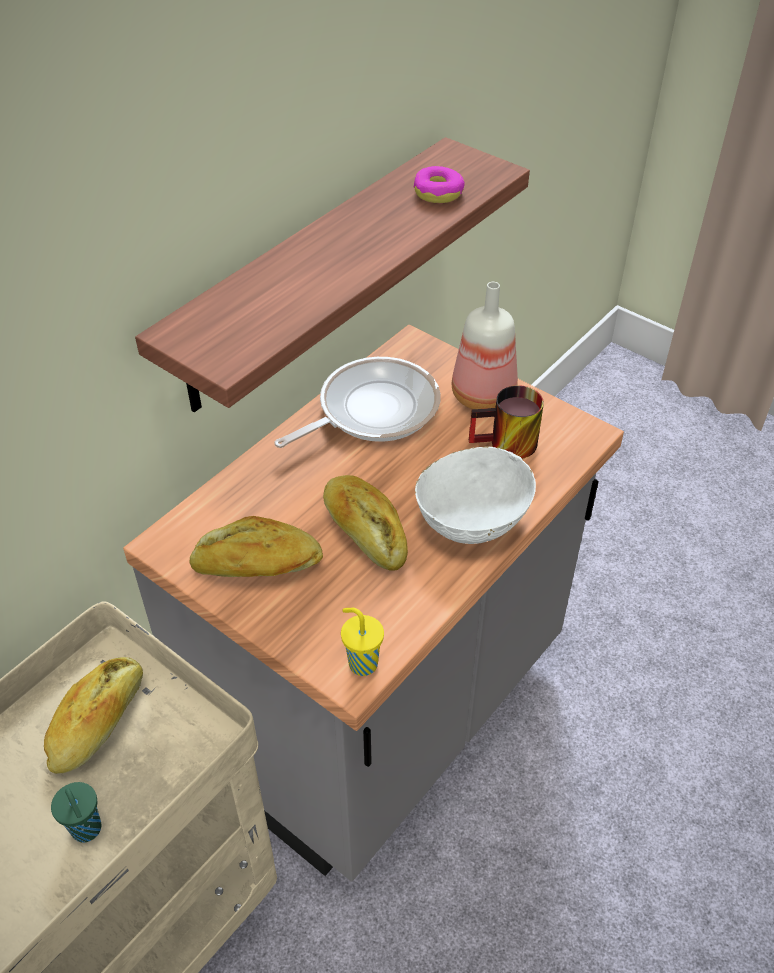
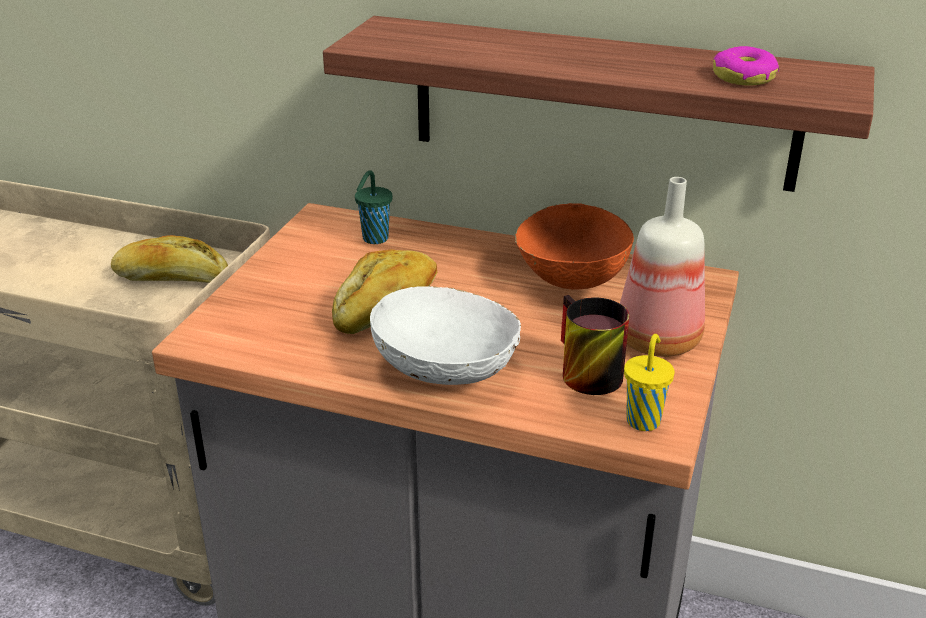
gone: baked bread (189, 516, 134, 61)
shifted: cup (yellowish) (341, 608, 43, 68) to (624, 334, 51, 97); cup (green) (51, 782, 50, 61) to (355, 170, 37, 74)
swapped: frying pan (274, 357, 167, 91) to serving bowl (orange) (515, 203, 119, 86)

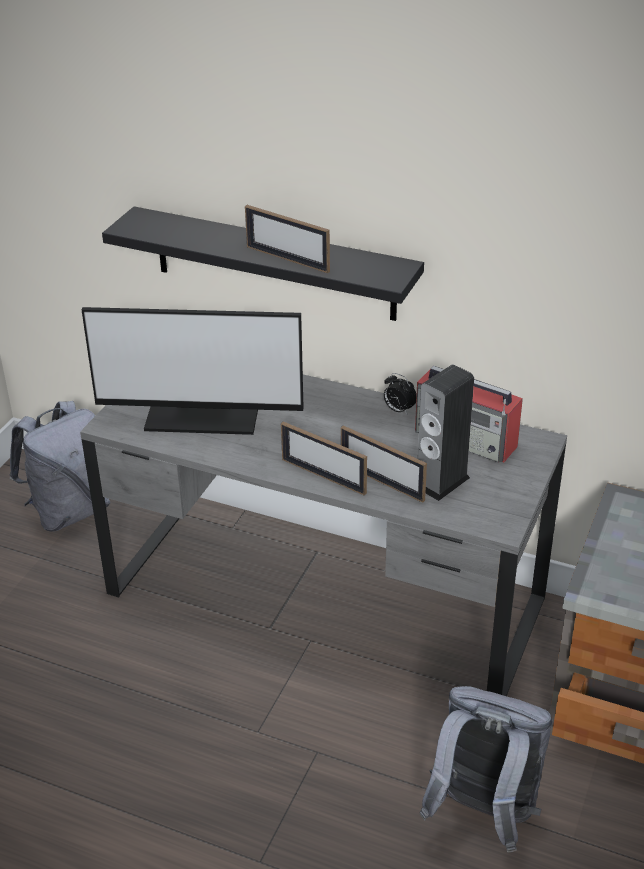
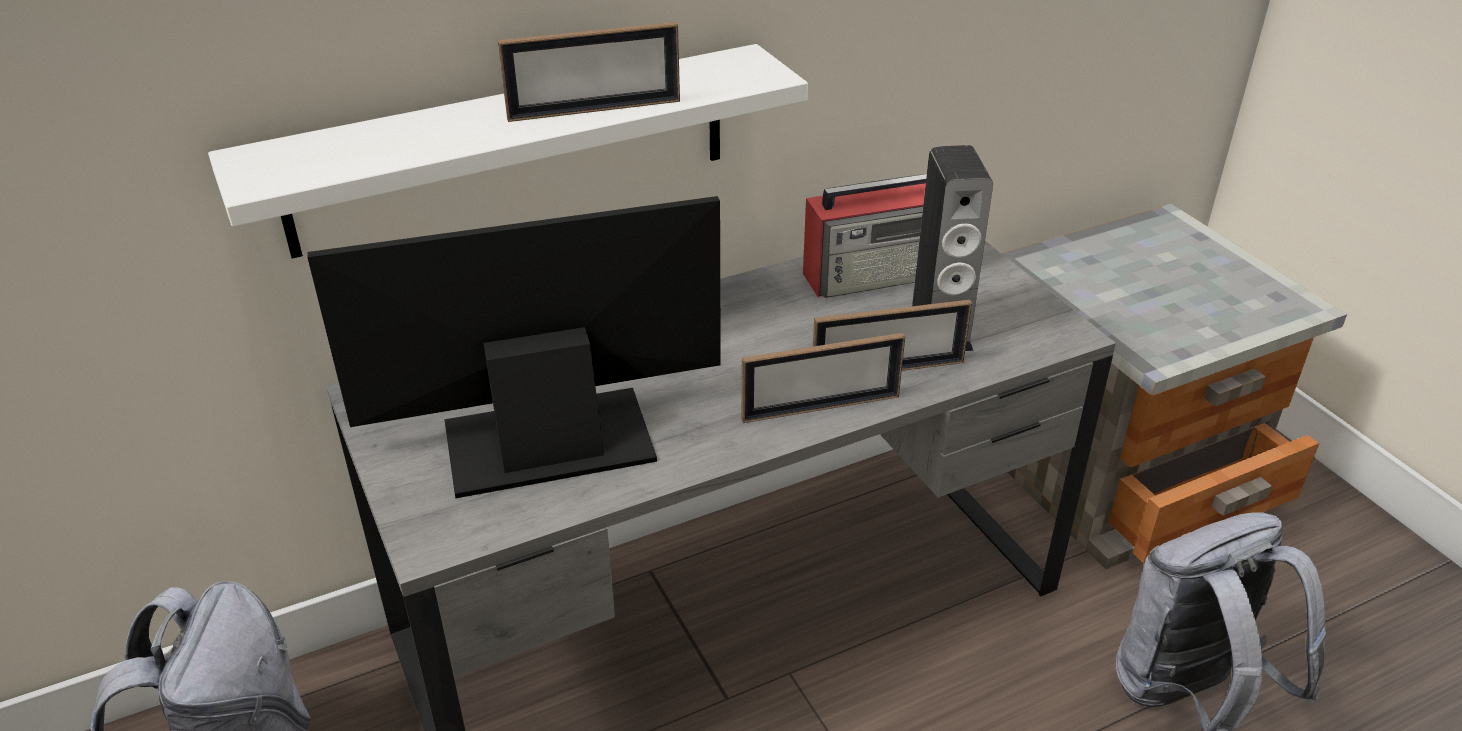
gone: bedside clock (383, 373, 34, 42)
repainted: wall shelf (black) (102, 206, 322, 115) to wall shelf (white-coloured) (208, 44, 600, 215)
rotated: monitor (82, 307, 222, 128) = (307, 196, 414, 302) 150 degrees counterclockwise

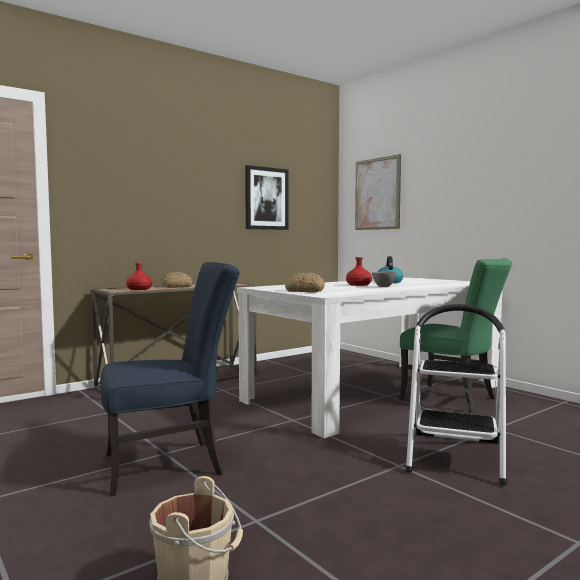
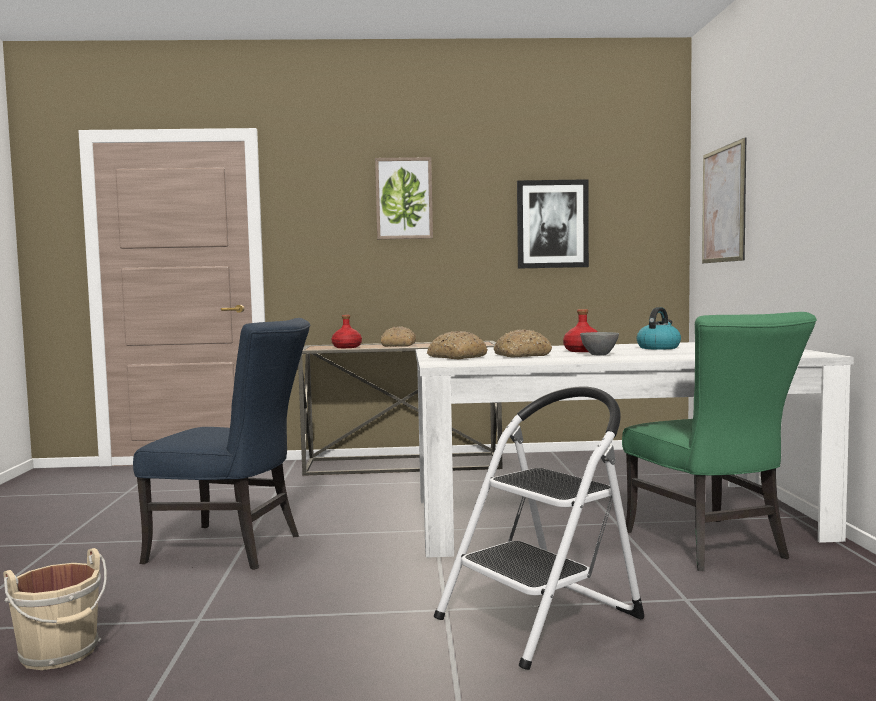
new: picture (375, 157, 58, 82); baked bread (494, 329, 58, 29)

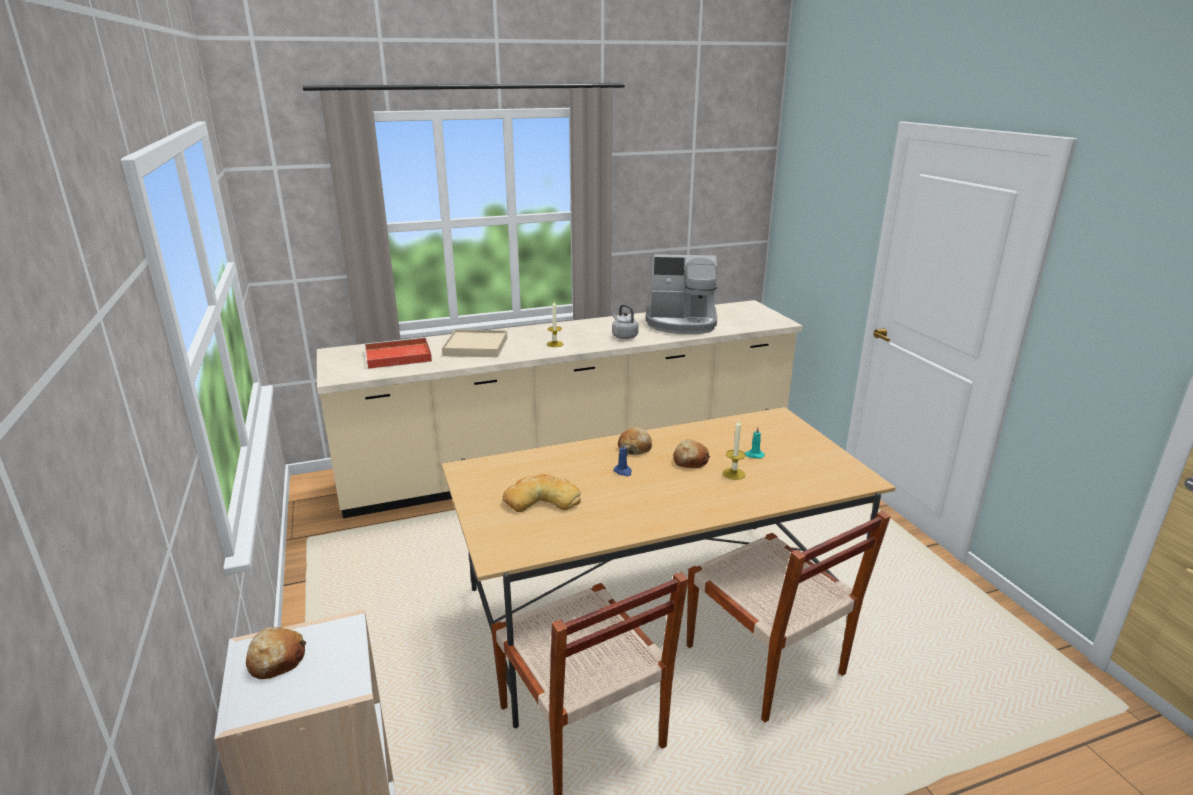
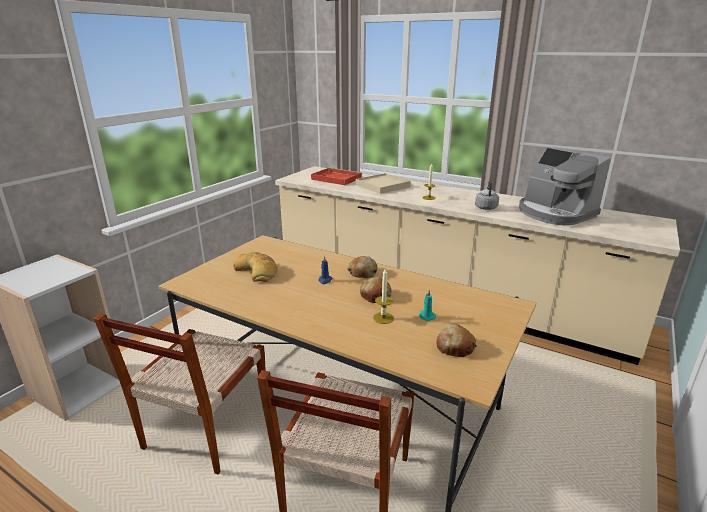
shifted: baked bread (246, 627, 60, 52) to (436, 324, 41, 33)

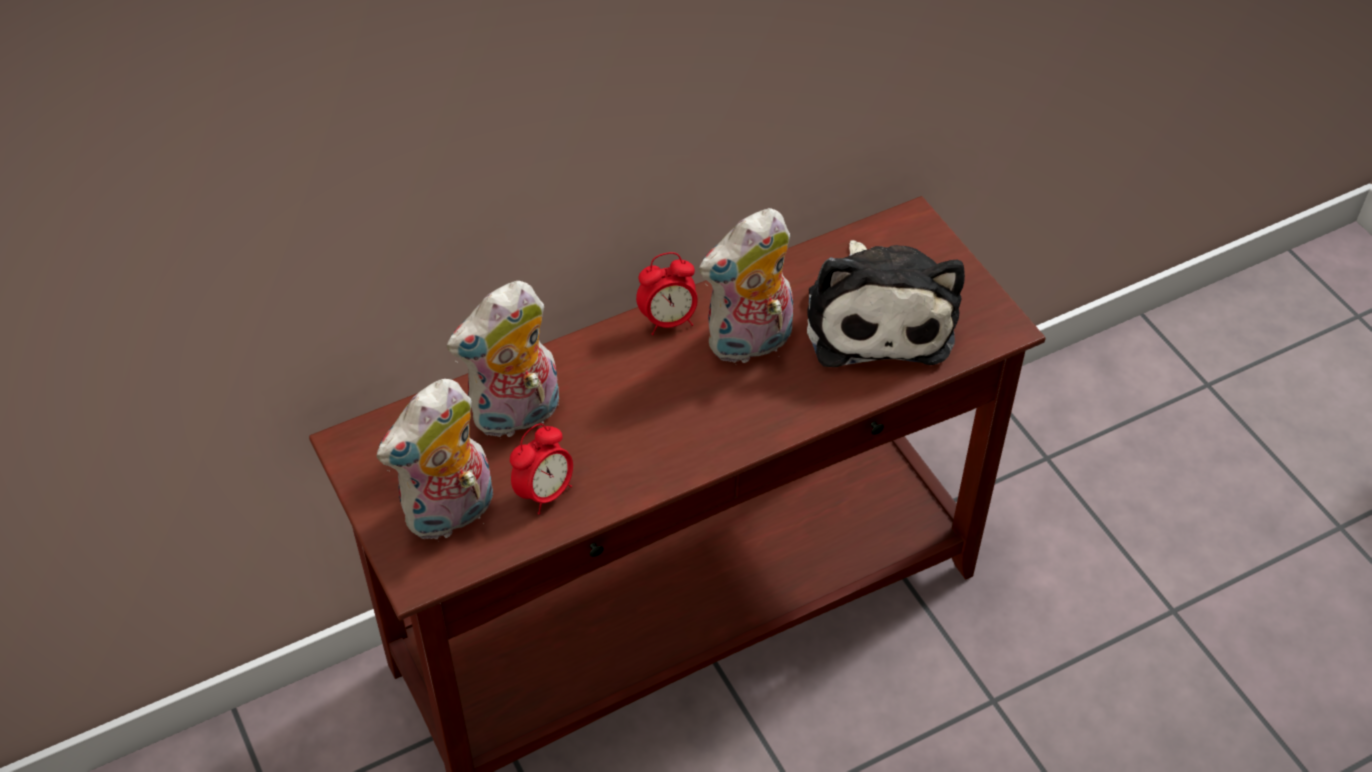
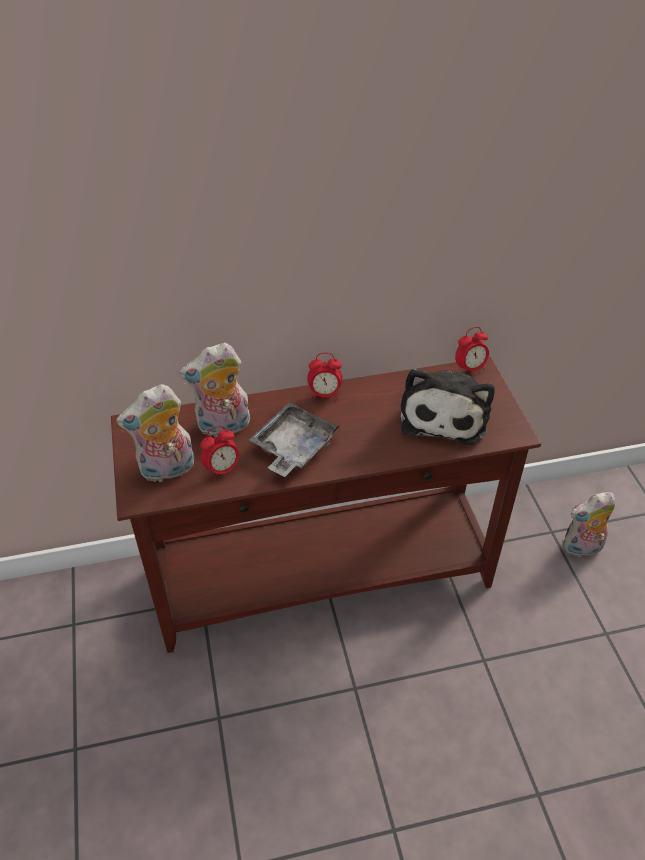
new: bedside clock (455, 327, 34, 47); tray (grey) (249, 402, 91, 75)
shifted: plush toy (699, 208, 94, 155) to (563, 492, 52, 66)

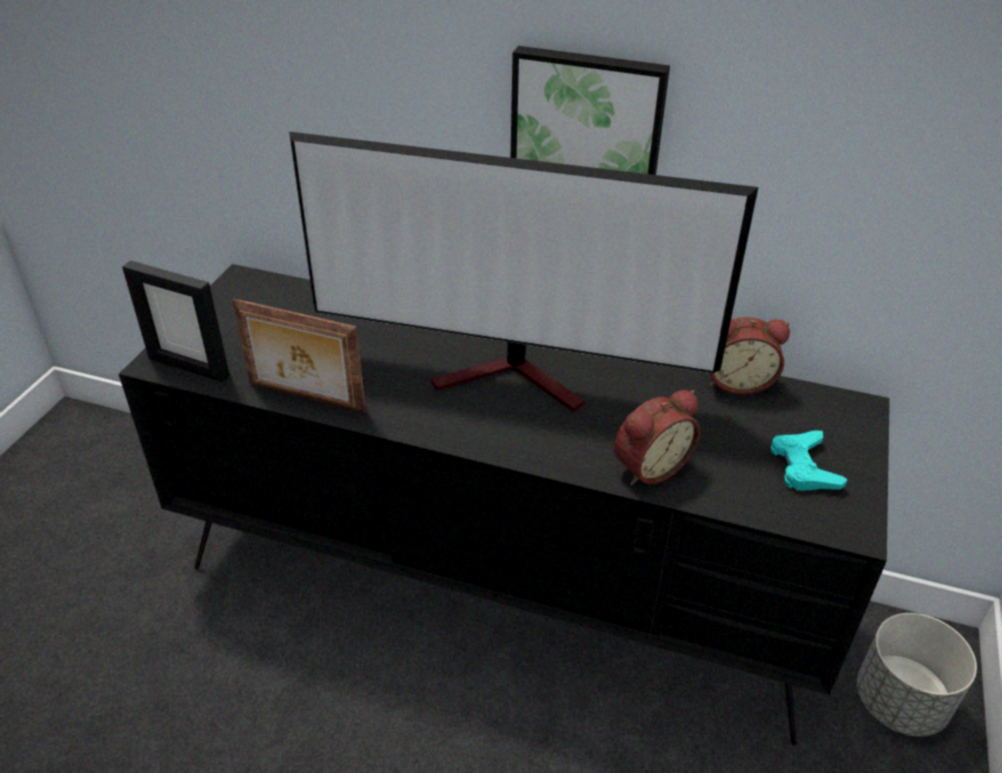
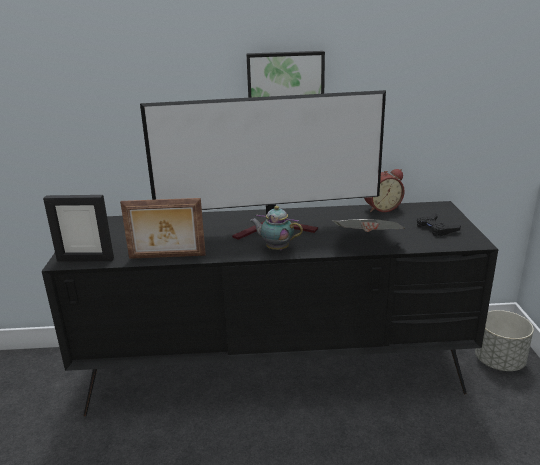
new: teapot (250, 206, 53, 44)
swapped: bedside clock (614, 390, 86, 95) to newspaper (333, 219, 72, 13)
repainted: game controller (turquoise) (771, 430, 77, 61) to game controller (black) (417, 213, 44, 23)

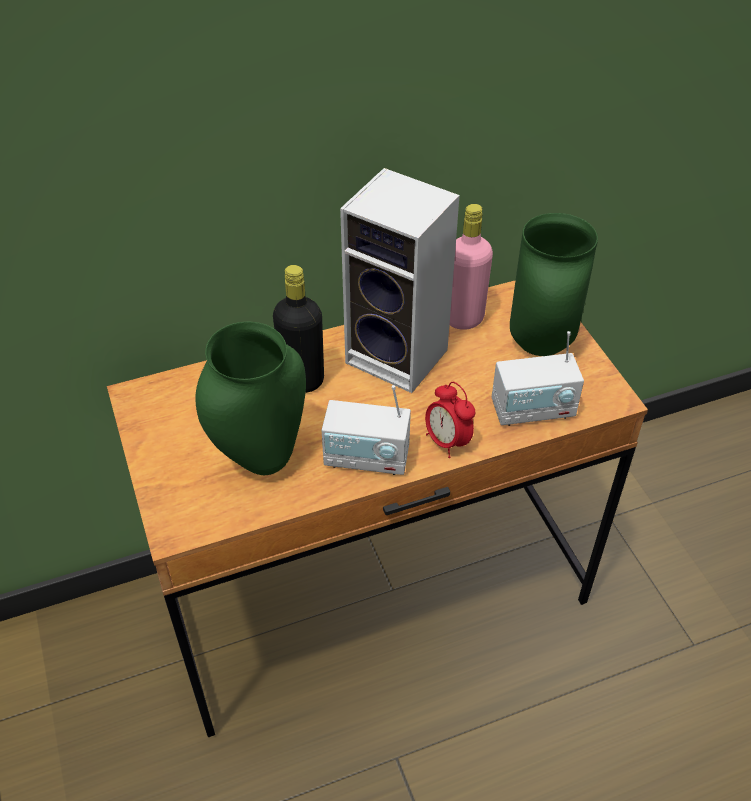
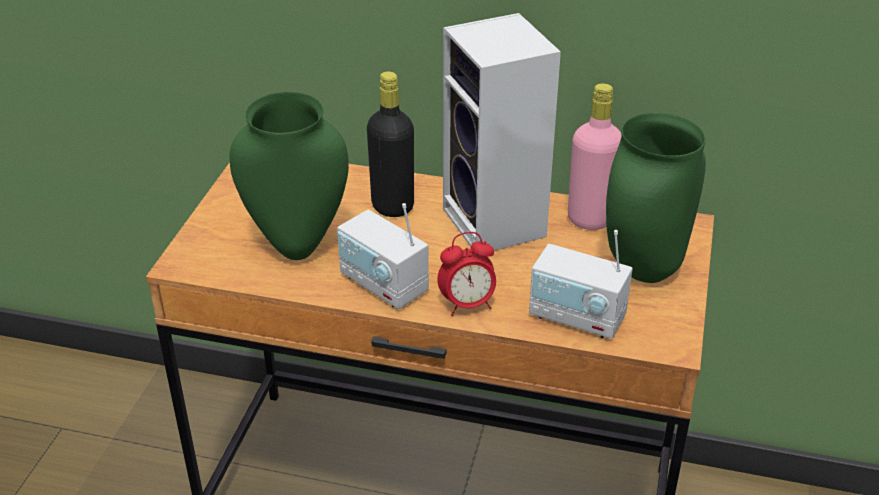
rotated: bedside clock (425, 382, 51, 76) = (437, 232, 59, 84) 105 degrees counterclockwise

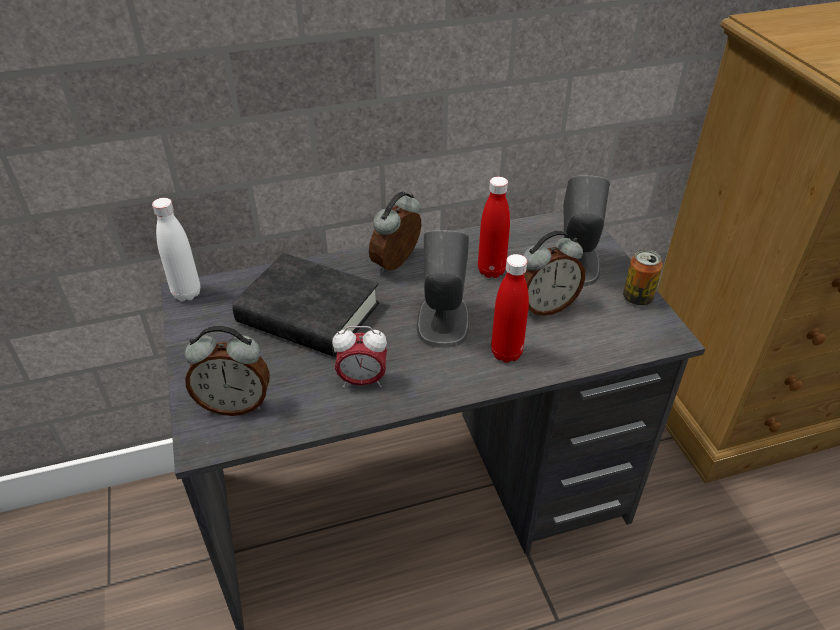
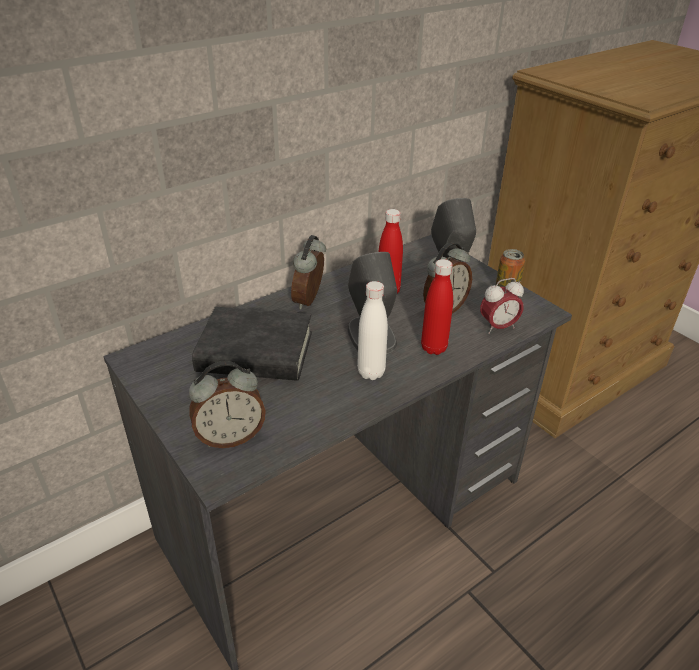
shifted: beverage bottle (white-coloured) (152, 198, 48, 103) to (357, 281, 31, 99); bedside clock (332, 326, 55, 61) to (480, 278, 44, 56)

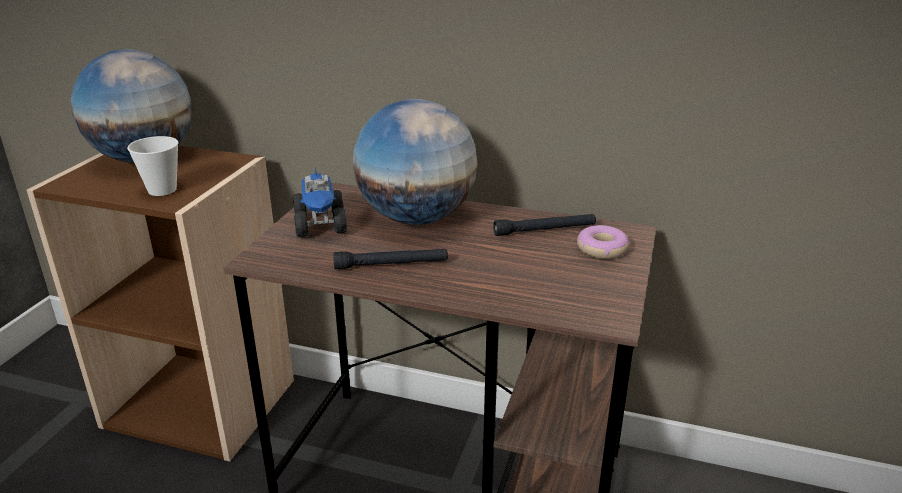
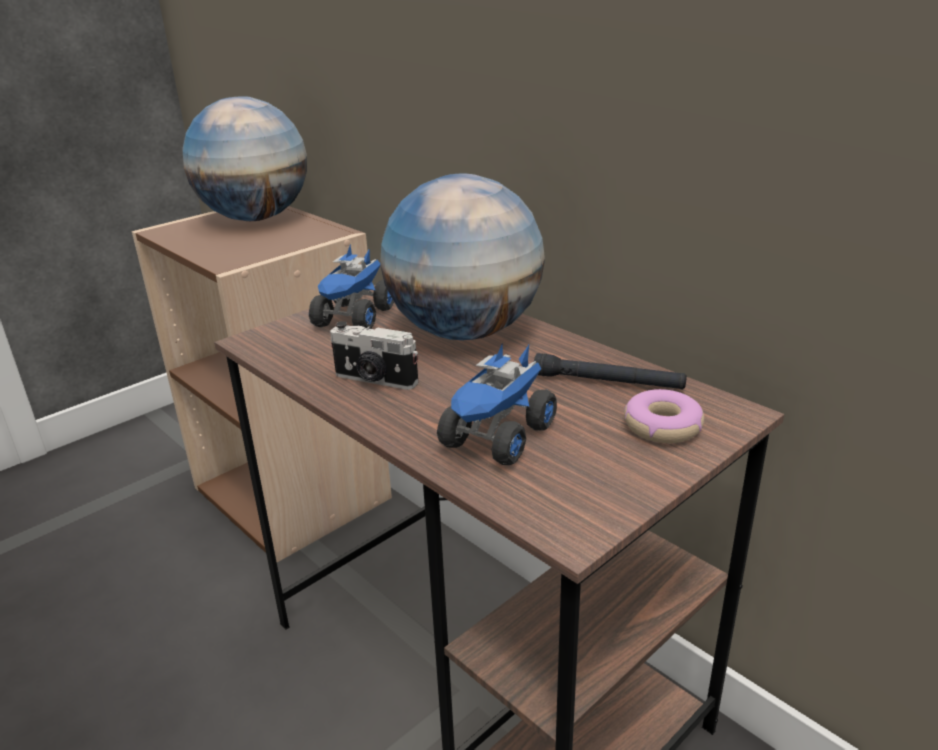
gone: cup (127, 136, 52, 60)
new: toy truck (437, 344, 120, 121)
swapped: hand torch (black) (333, 249, 115, 20) to photo camera (330, 321, 88, 69)

